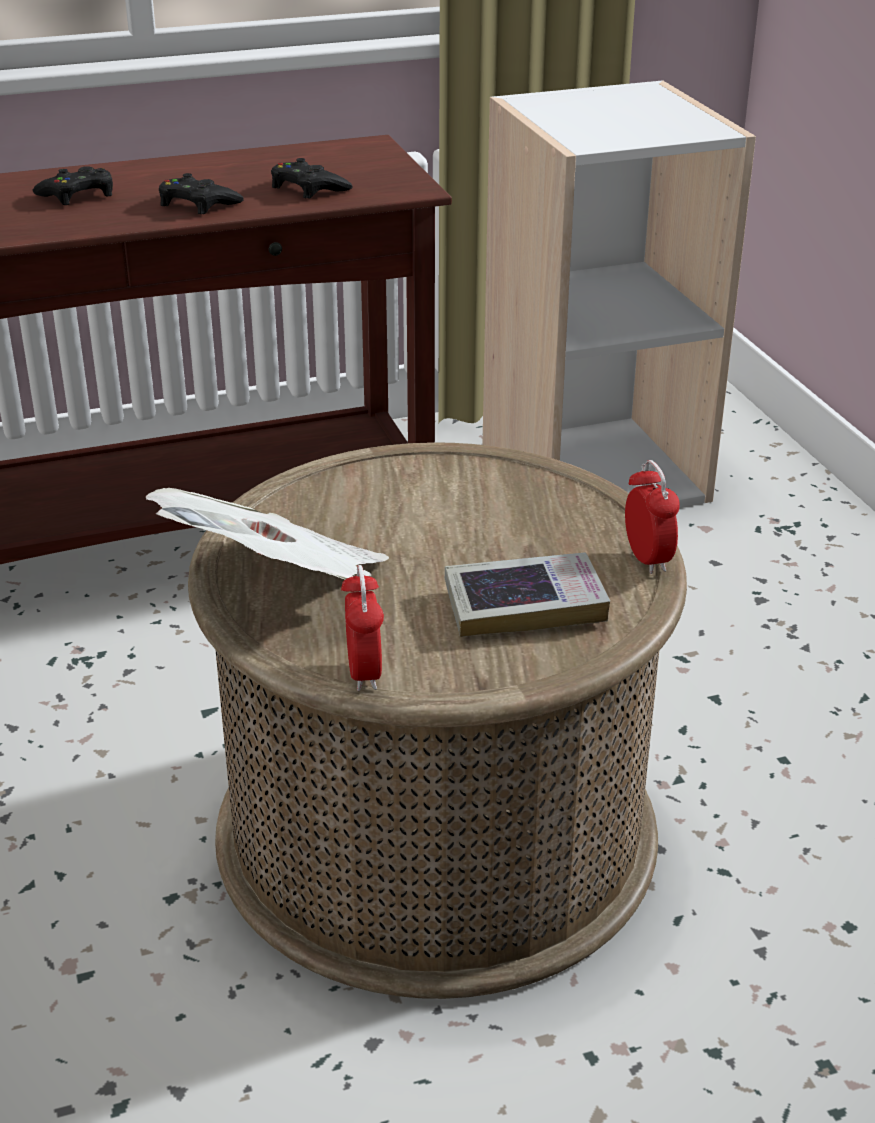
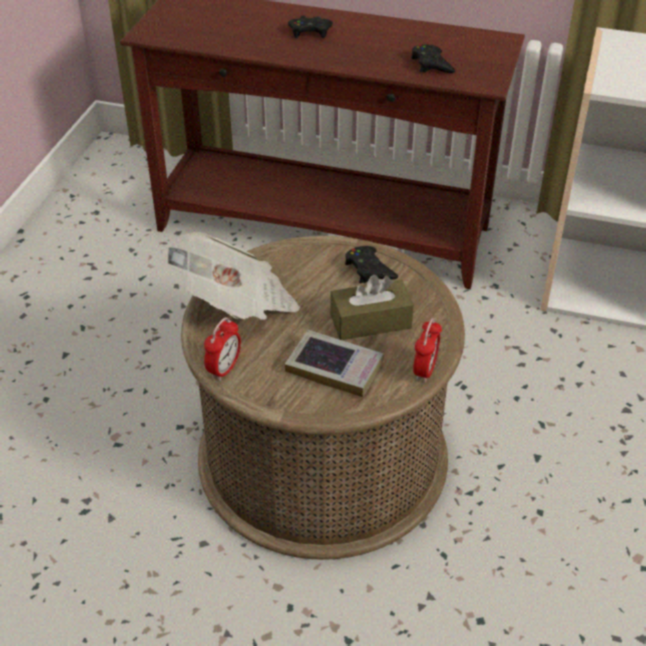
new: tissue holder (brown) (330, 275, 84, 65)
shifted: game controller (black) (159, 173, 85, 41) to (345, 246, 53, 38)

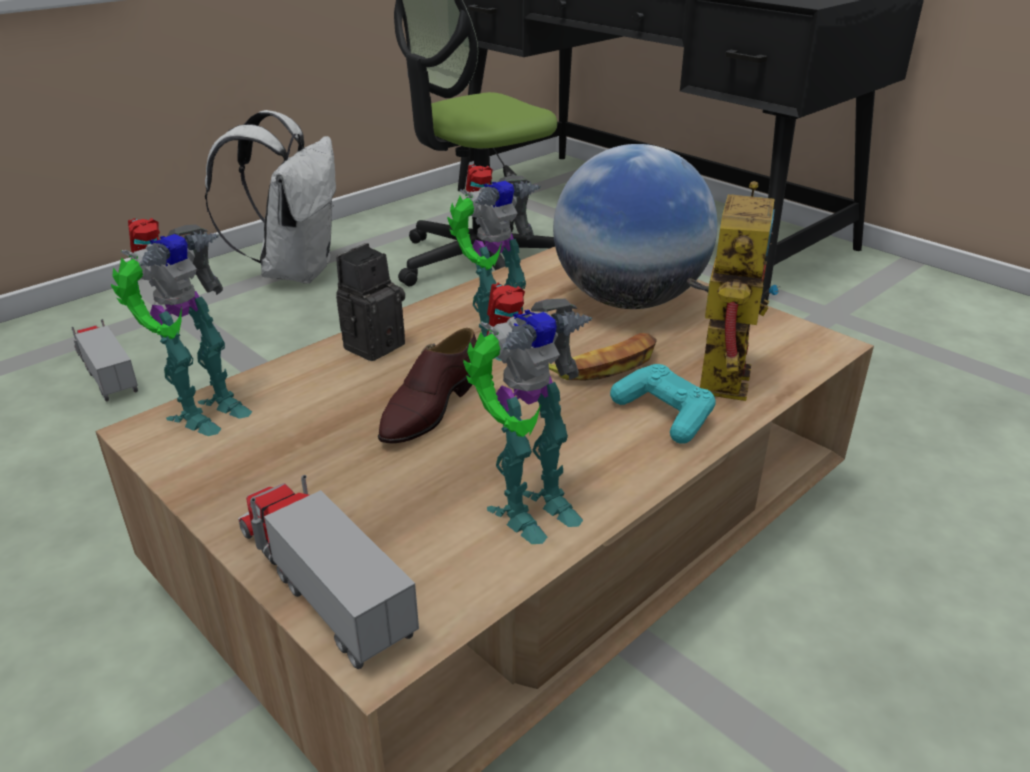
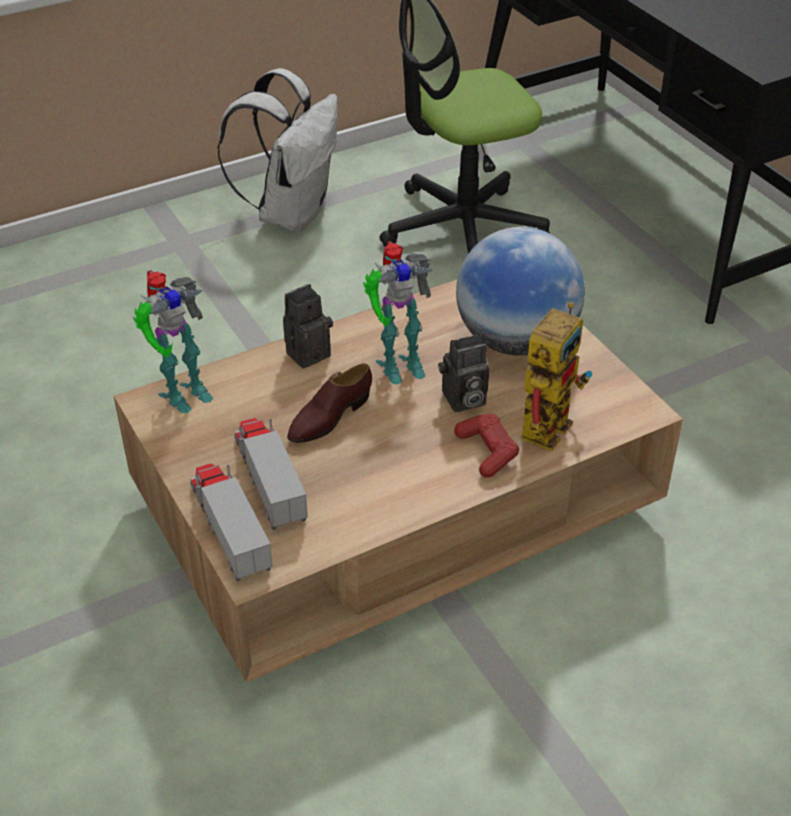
gone: model robot (463, 282, 130, 262)
shifted: toy truck (72, 319, 66, 82) to (234, 418, 74, 112)
swapped: banana fruit (549, 333, 108, 47) to photo camera (438, 334, 51, 78)
repainted: game controller (turquoise) (610, 364, 106, 79) to game controller (red) (454, 414, 65, 64)

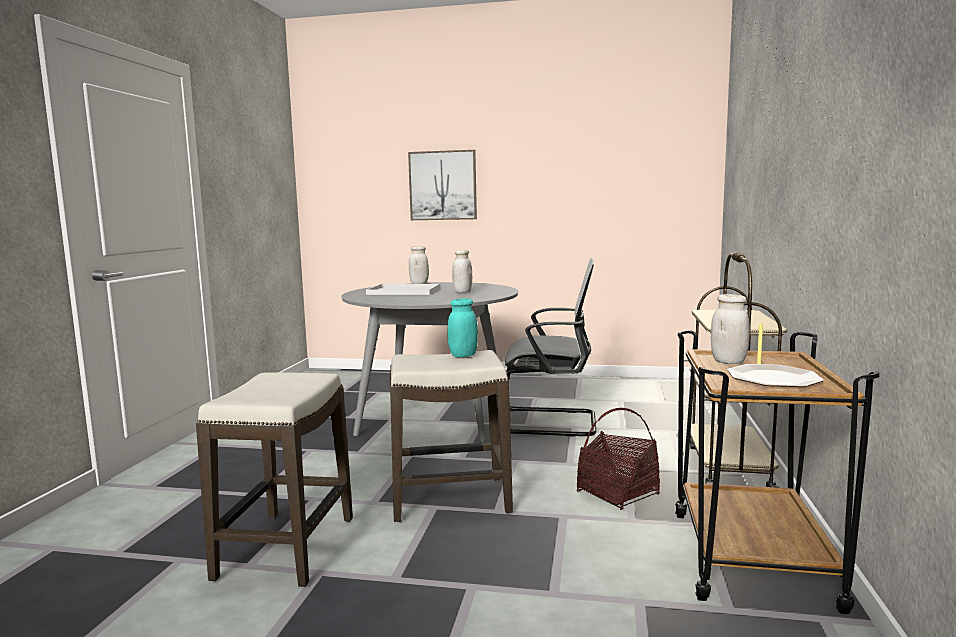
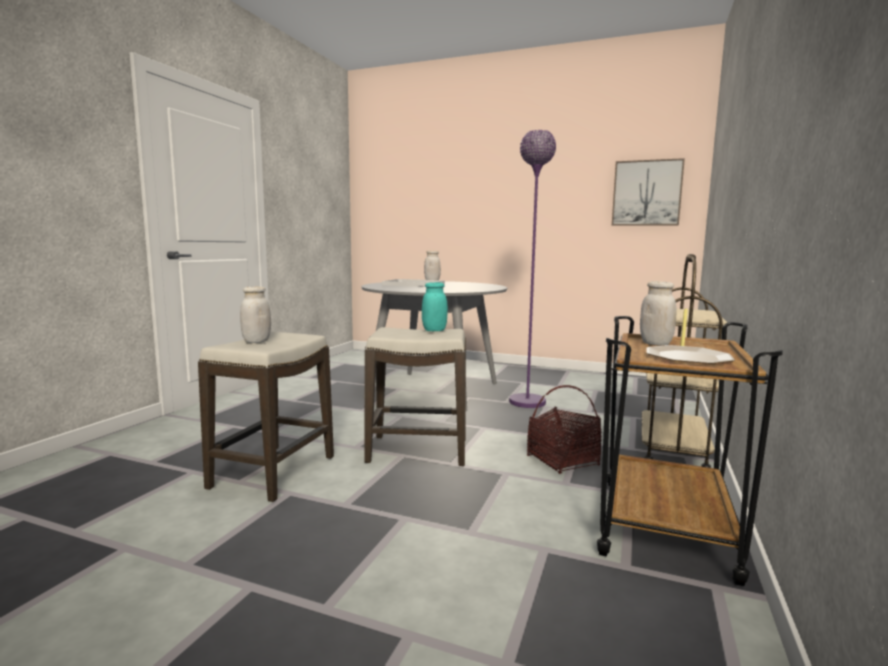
shifted: picture (408, 150, 69, 70) to (612, 158, 73, 68); storage jar (white-coloured) (452, 250, 20, 43) to (240, 286, 31, 57)
swapped: plain chair (505, 258, 91, 179) to floor lamp (purple) (509, 130, 47, 278)

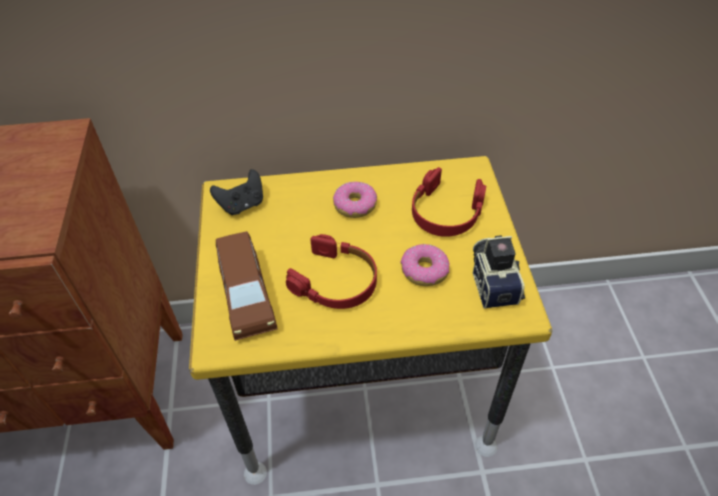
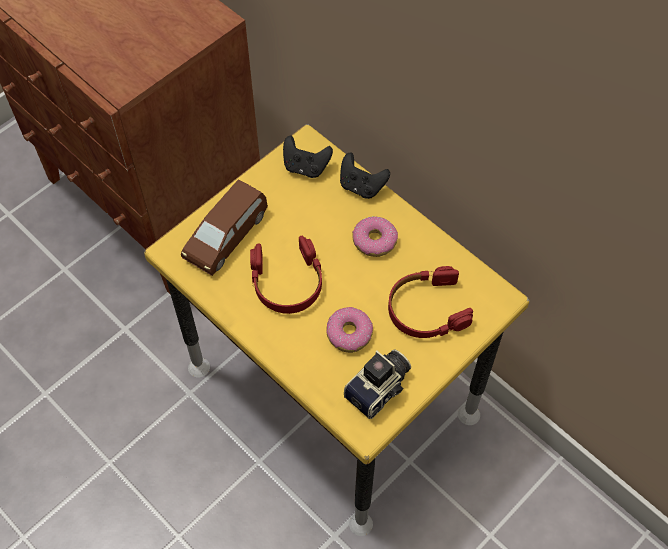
new: game controller (black) (340, 153, 50, 46)

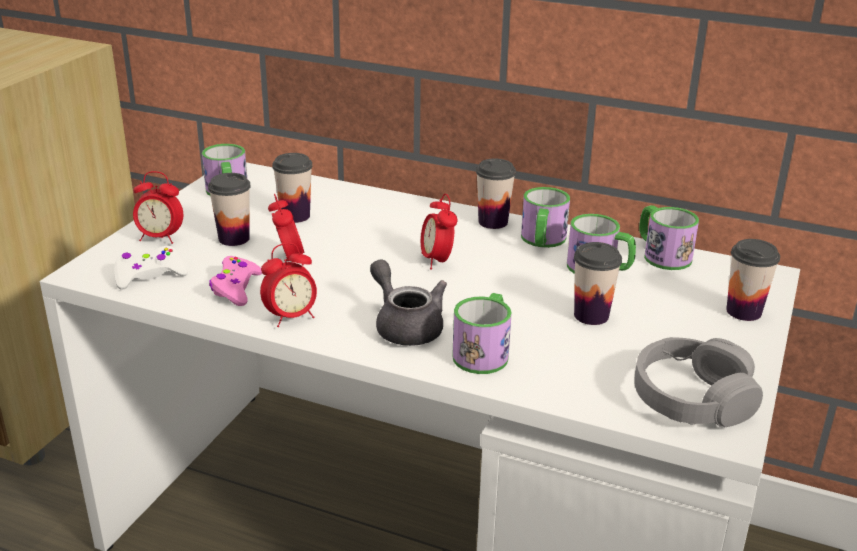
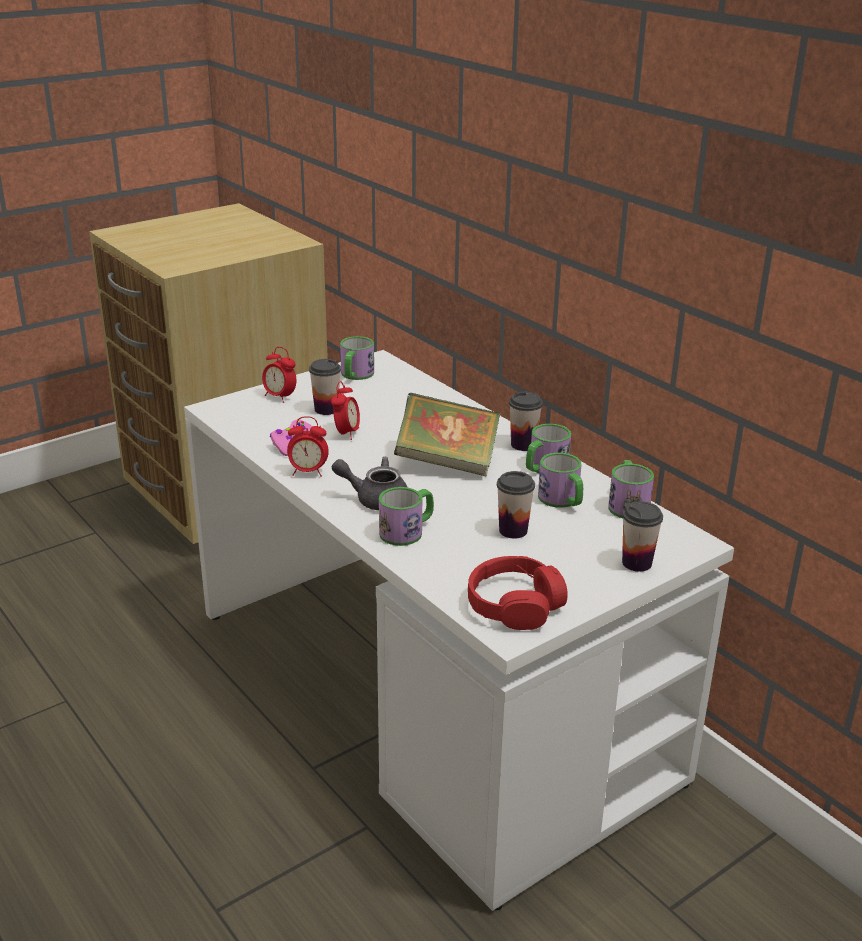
gone: cup (272, 153, 41, 70); game controller (white-coloured) (114, 246, 74, 44)
swapped: bedside clock (421, 193, 36, 77) to bound book (394, 393, 107, 84)
repainted: pair of headphones (grey) (634, 337, 129, 90) to pair of headphones (red) (468, 556, 100, 74)
rotated: teapot (grey) (370, 259, 77, 87) = (332, 457, 75, 53) 75 degrees counterclockwise

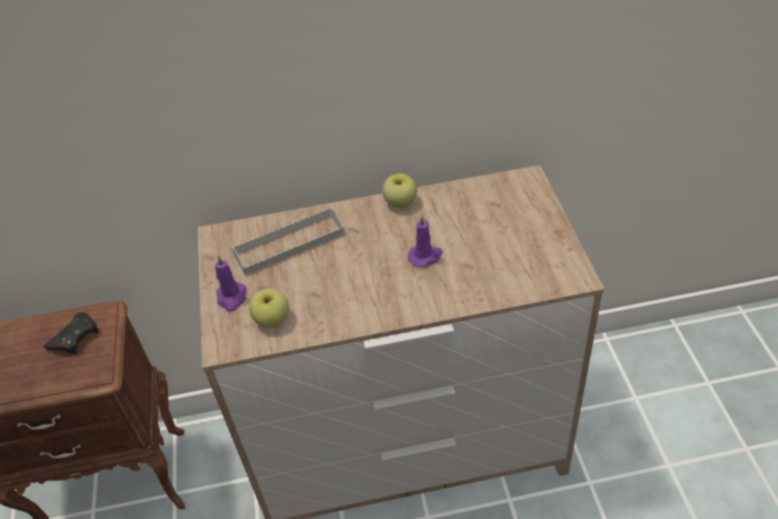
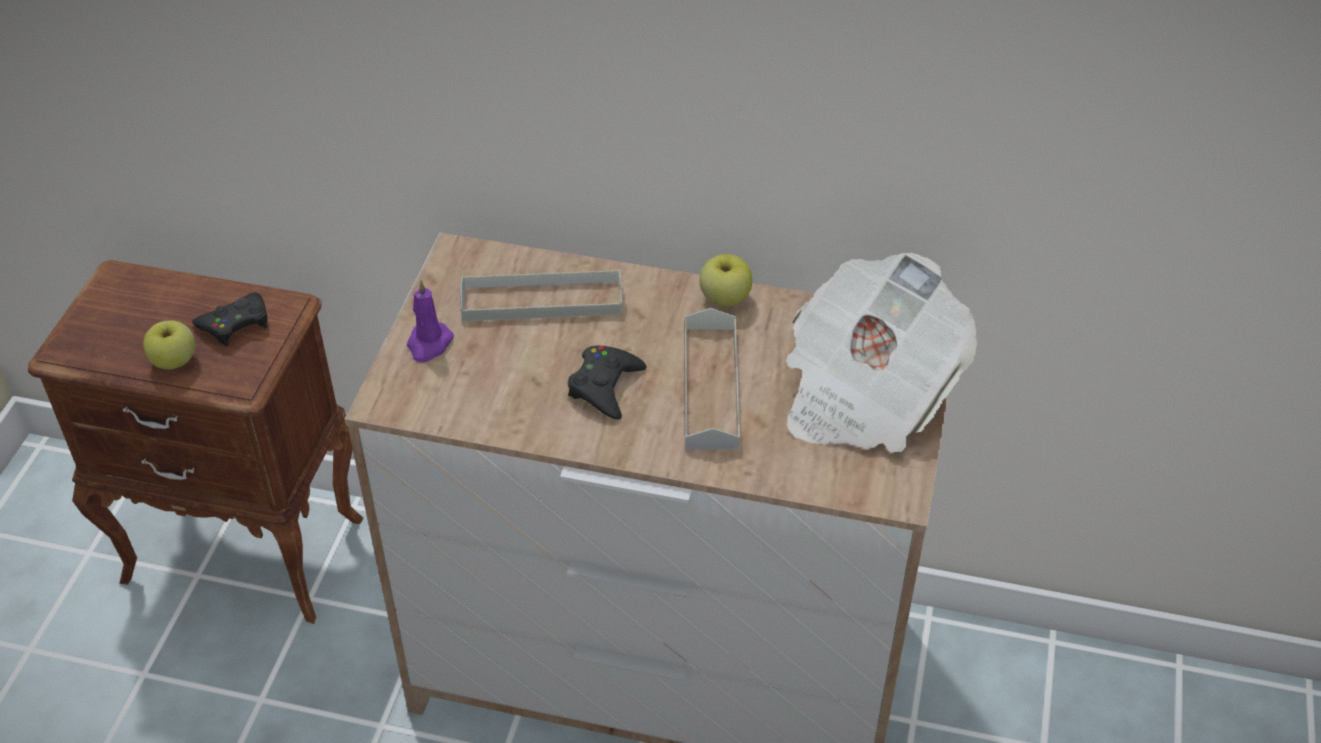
new: newspaper (786, 253, 191, 200); game controller (black) (568, 346, 78, 74)
shifted: apple (249, 289, 40, 39) to (143, 320, 52, 50)
swapped: candle (purple) (408, 215, 35, 52) to tray (grey) (685, 308, 55, 142)

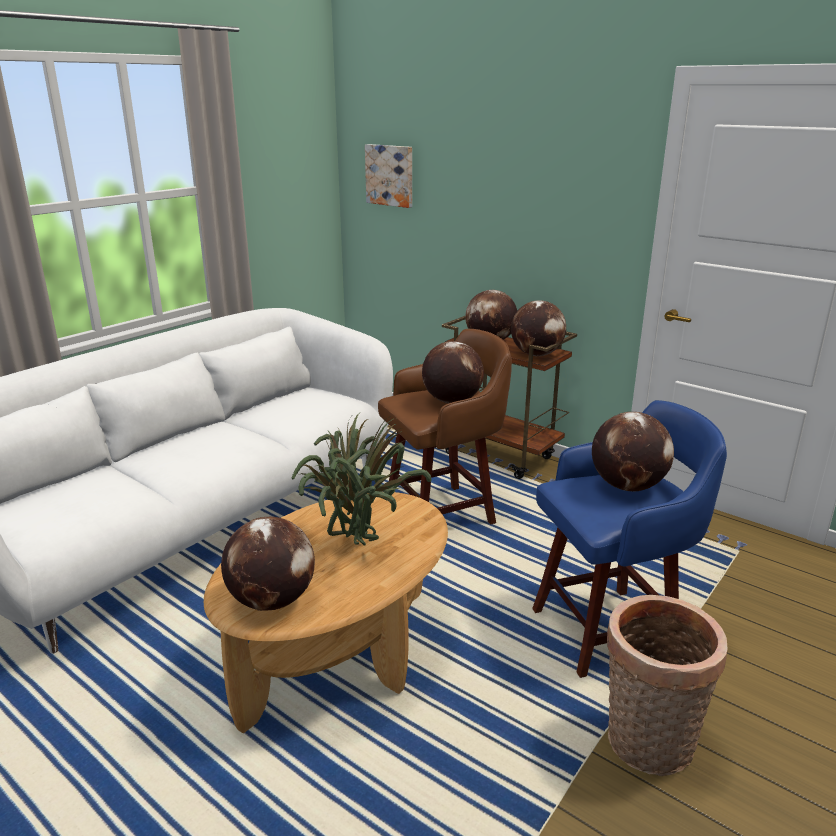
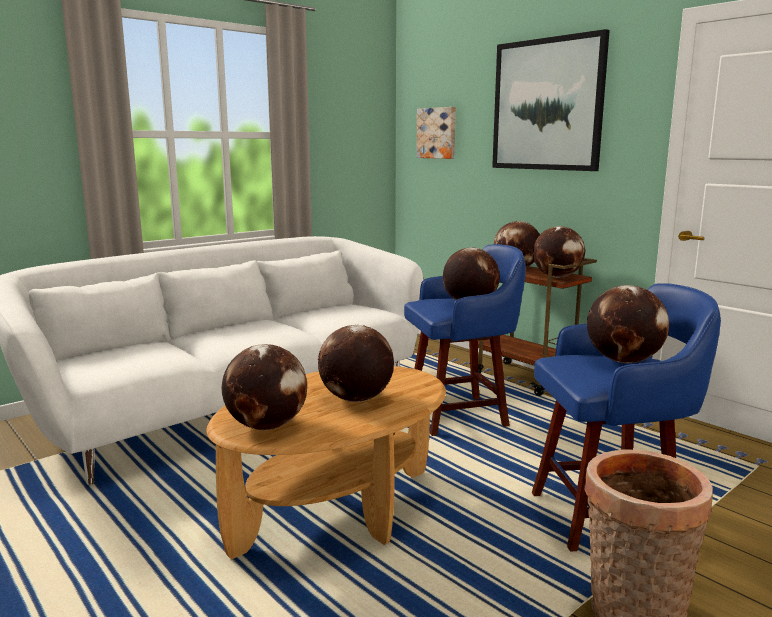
new: picture (492, 29, 118, 142)
swapped: plant in a pot (291, 414, 141, 131) to globe (318, 325, 76, 77)
repainted: stool (brown) (378, 329, 134, 195) to stool (bluish) (404, 244, 122, 192)

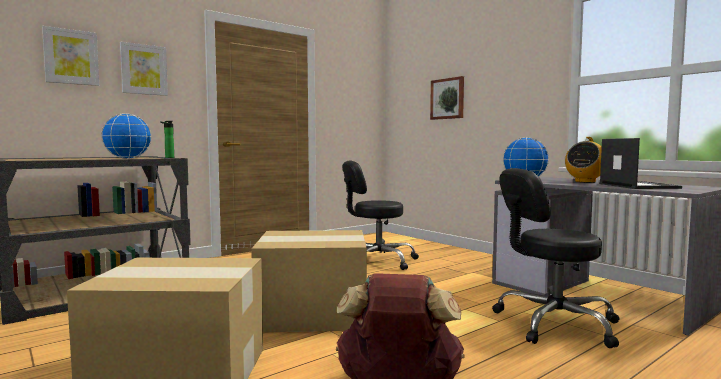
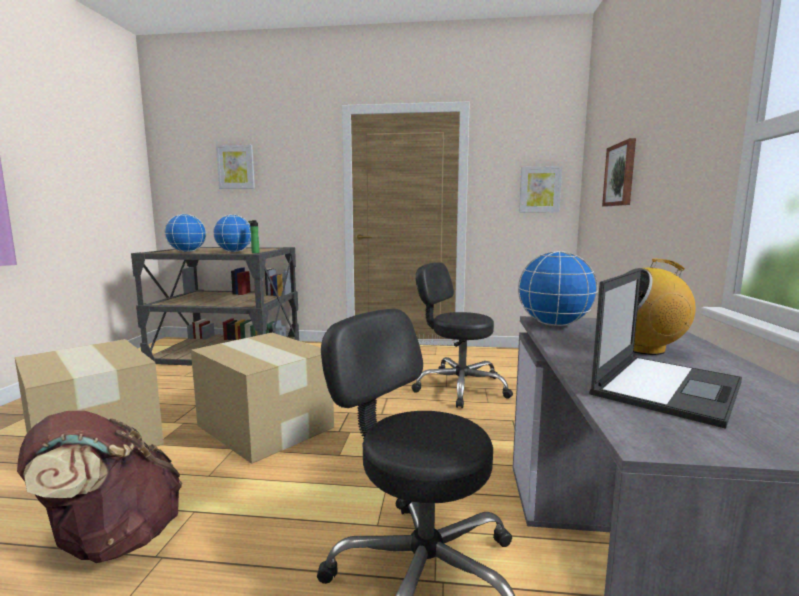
new: globe (165, 214, 41, 38)
shifted: picture (120, 42, 48, 54) to (519, 166, 43, 47)

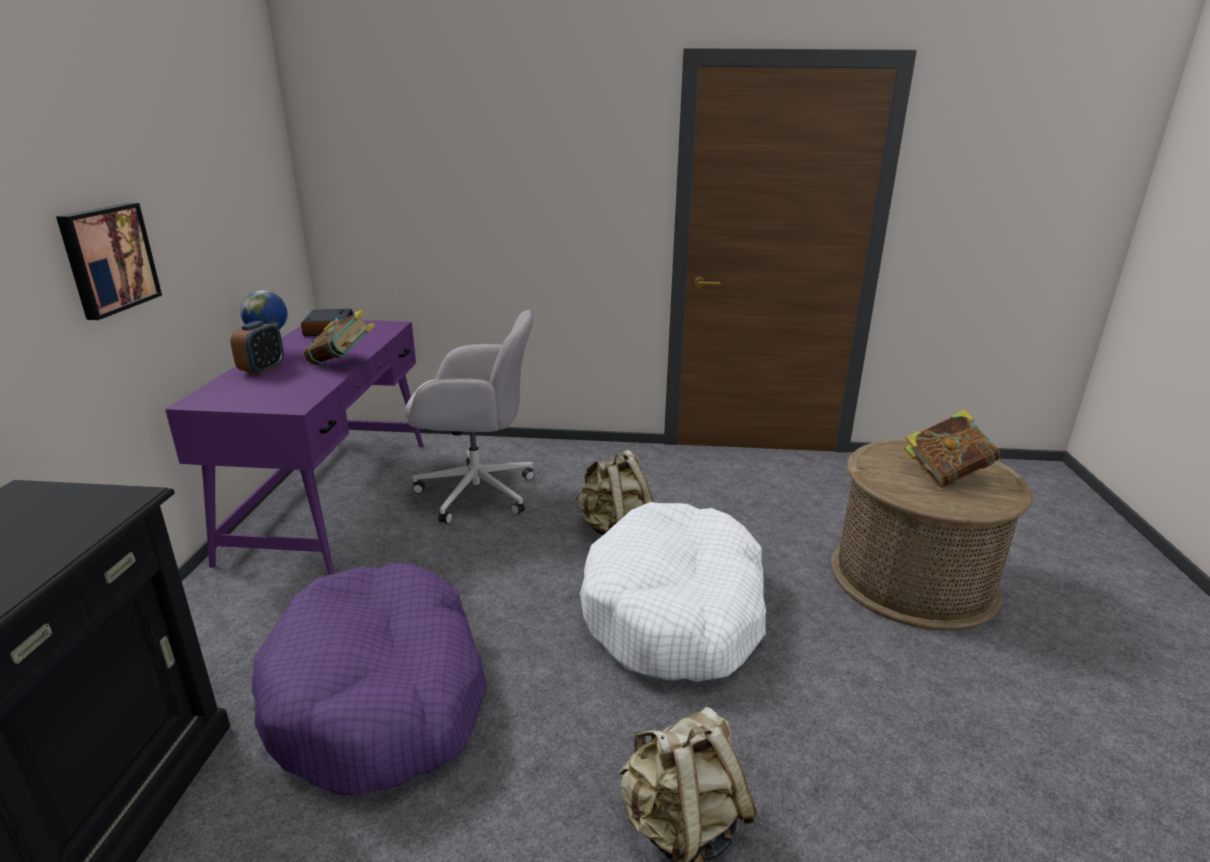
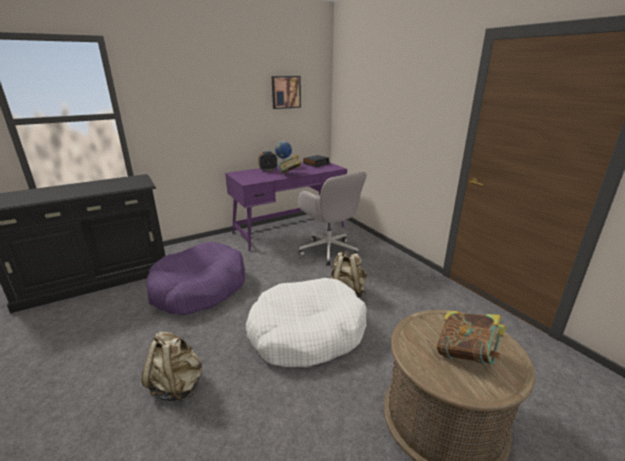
shifted: picture (56, 203, 106, 117) to (271, 76, 30, 33)

